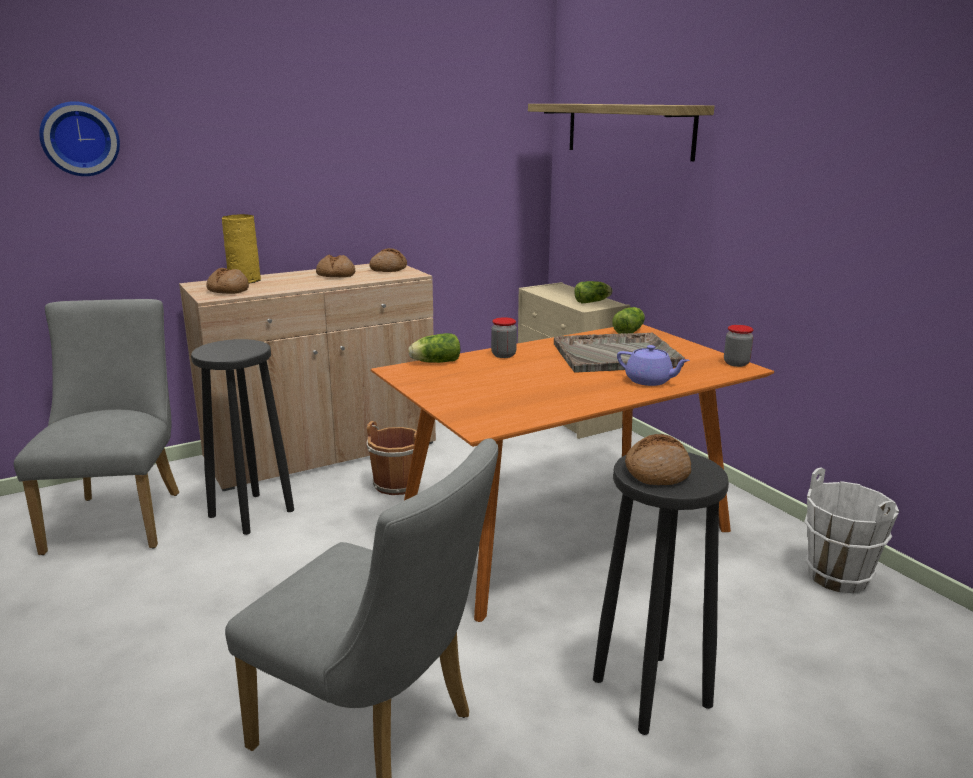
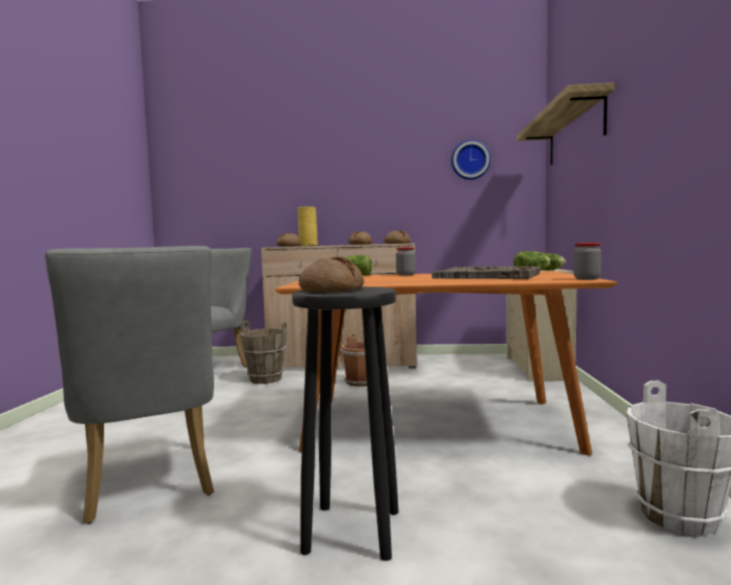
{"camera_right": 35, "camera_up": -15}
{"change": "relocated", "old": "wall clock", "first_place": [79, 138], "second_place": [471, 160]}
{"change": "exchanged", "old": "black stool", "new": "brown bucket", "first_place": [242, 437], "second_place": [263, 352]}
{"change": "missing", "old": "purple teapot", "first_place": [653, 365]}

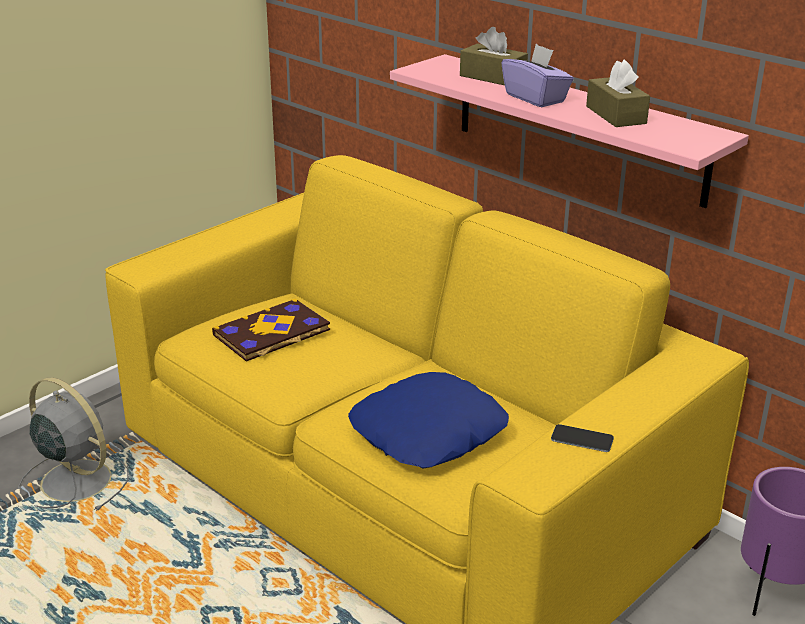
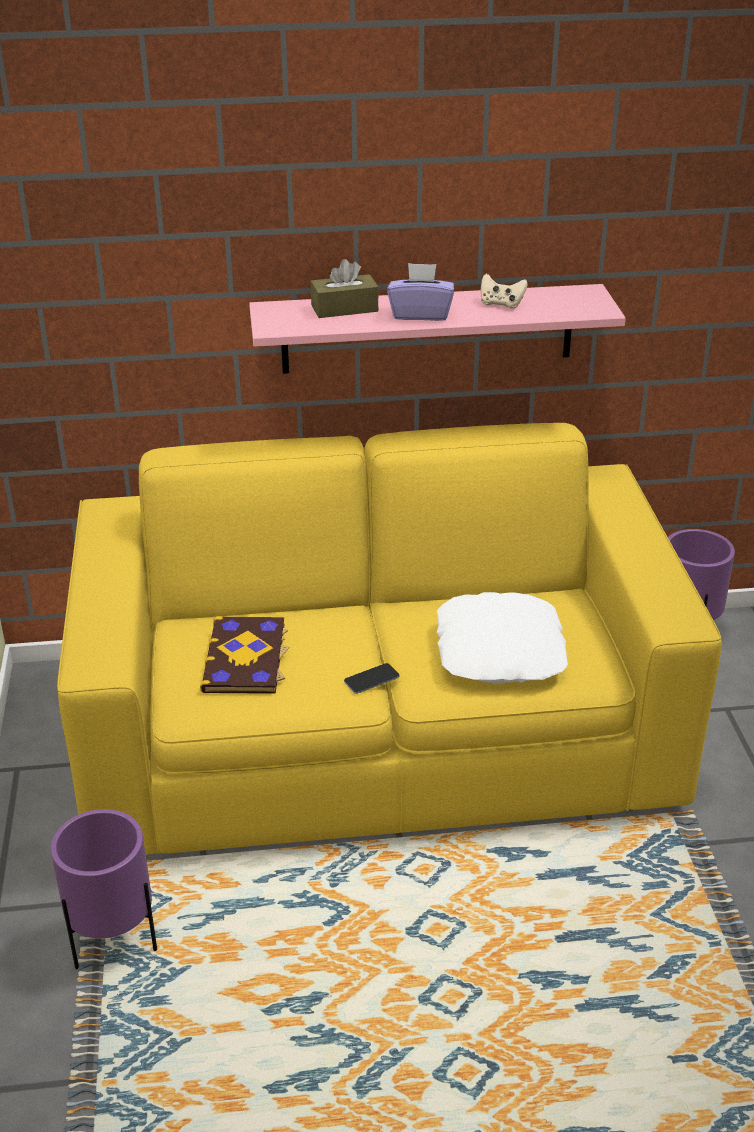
{"camera_right": -50, "camera_up": 5}
{"change": "exchanged", "old": "brown tissue box", "new": "beige game controller", "first_place": [618, 93], "second_place": [504, 291]}
{"change": "colour", "old": "blue pillow", "new": "white pillow", "first_place": [428, 420], "second_place": [502, 638]}
{"change": "exchanged", "old": "grey fan", "new": "purple planter", "first_place": [73, 444], "second_place": [104, 889]}
{"change": "relocated", "old": "phone", "first_place": [582, 438], "second_place": [371, 678]}

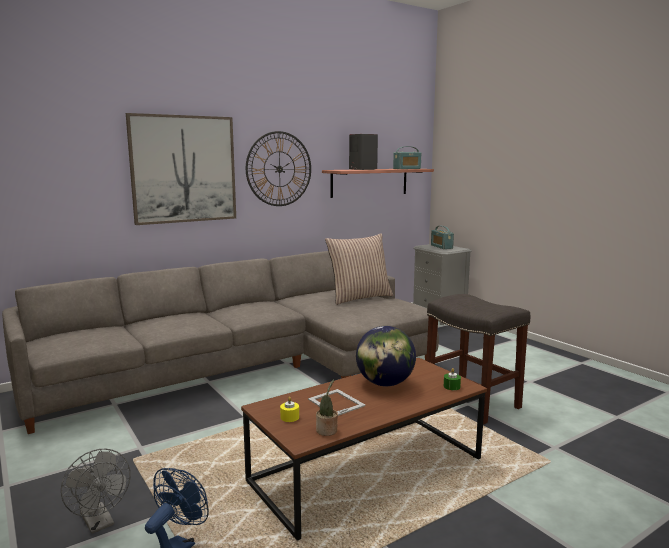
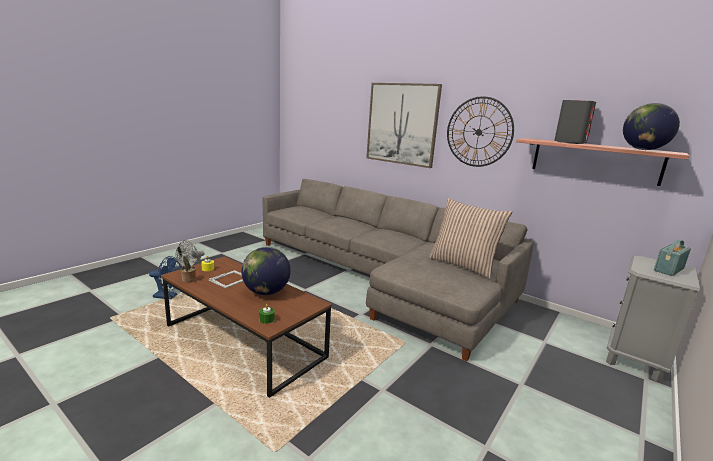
{"camera_right": 70, "camera_up": 5}
{"change": "exchanged", "old": "radio", "new": "globe", "first_place": [407, 157], "second_place": [651, 126]}
{"change": "missing", "old": "grey stool", "first_place": [478, 359]}

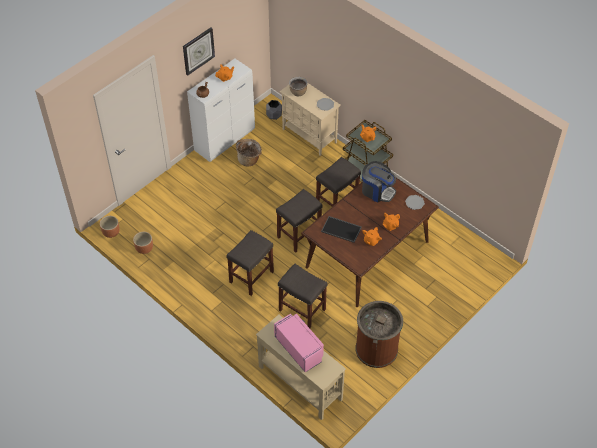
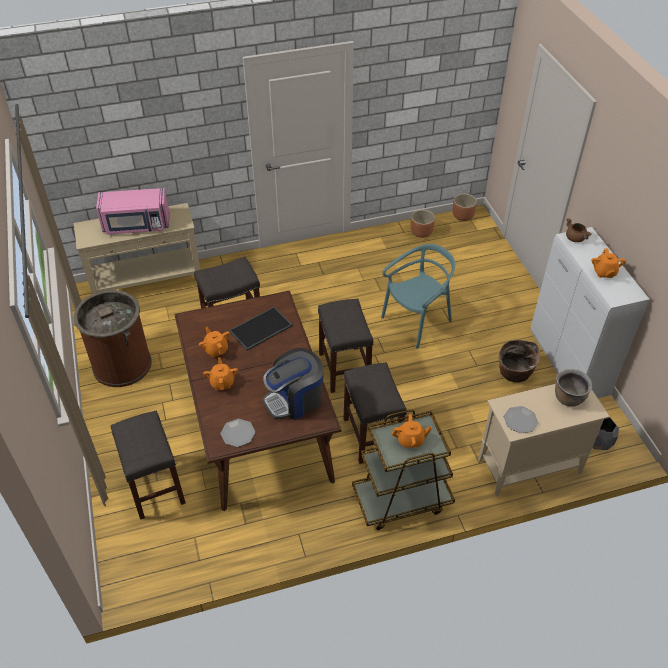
{"camera_right": 120, "camera_up": -5}
{"change": "missing", "old": "wall clock", "first_place": [199, 51]}
{"change": "relocated", "old": "grey stool", "first_place": [250, 263], "second_place": [148, 465]}
{"change": "appeared", "new": "turquoise chair", "second_place": [418, 296]}

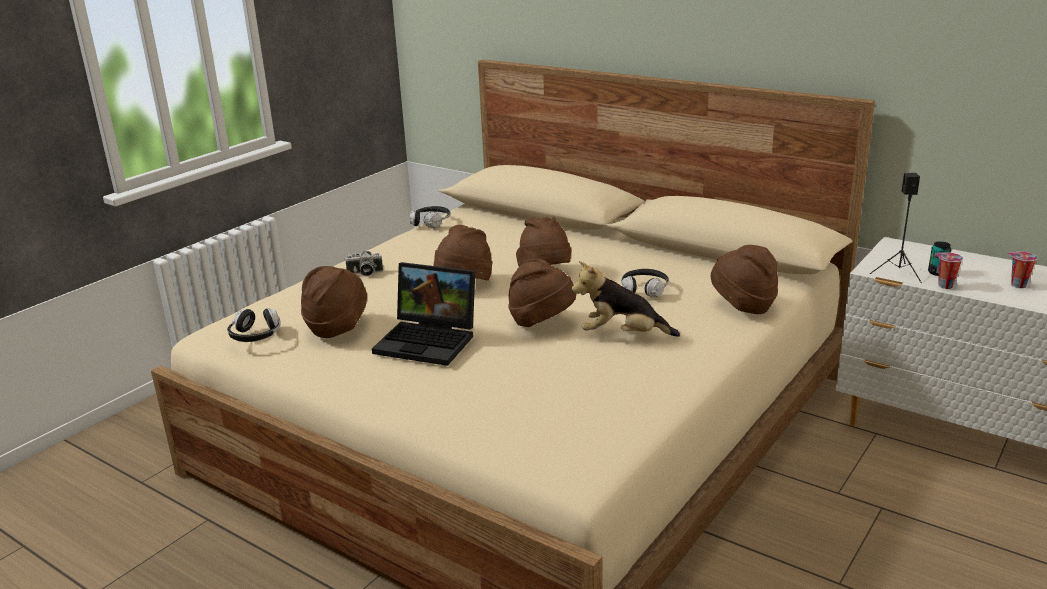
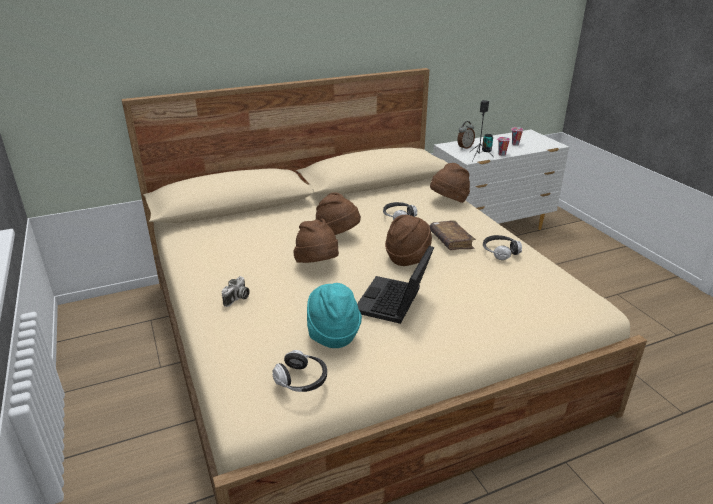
{"camera_right": -60, "camera_up": 5}
{"change": "relocated", "old": "headphones", "first_place": [430, 217], "second_place": [502, 247]}
{"change": "exchanged", "old": "plush toy", "new": "brown book", "first_place": [626, 299], "second_place": [453, 235]}
{"change": "spun", "old": "laptop", "first_place": [423, 314], "second_place": [395, 284], "degrees": 150}
{"change": "colour", "old": "brown hat", "new": "turquoise hat", "first_place": [334, 302], "second_place": [334, 315]}
{"change": "appeared", "new": "alarm clock", "second_place": [466, 135]}

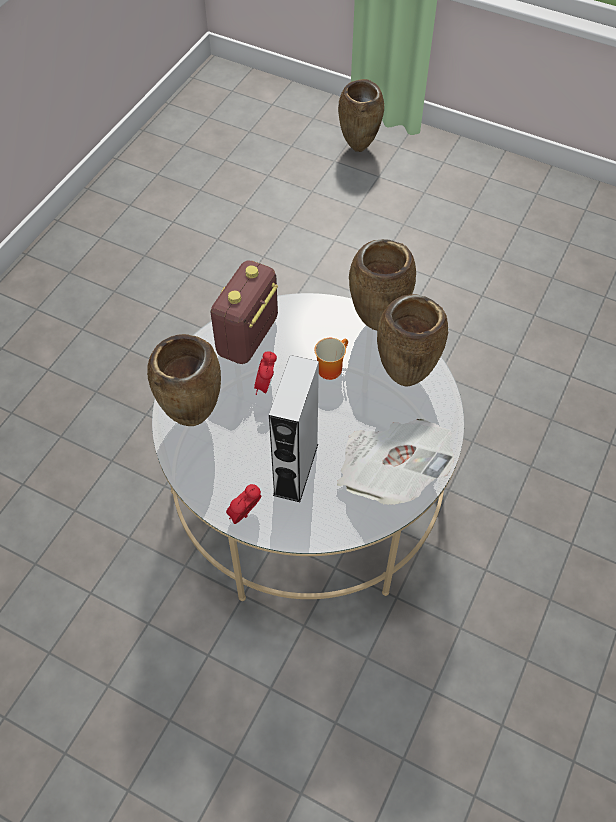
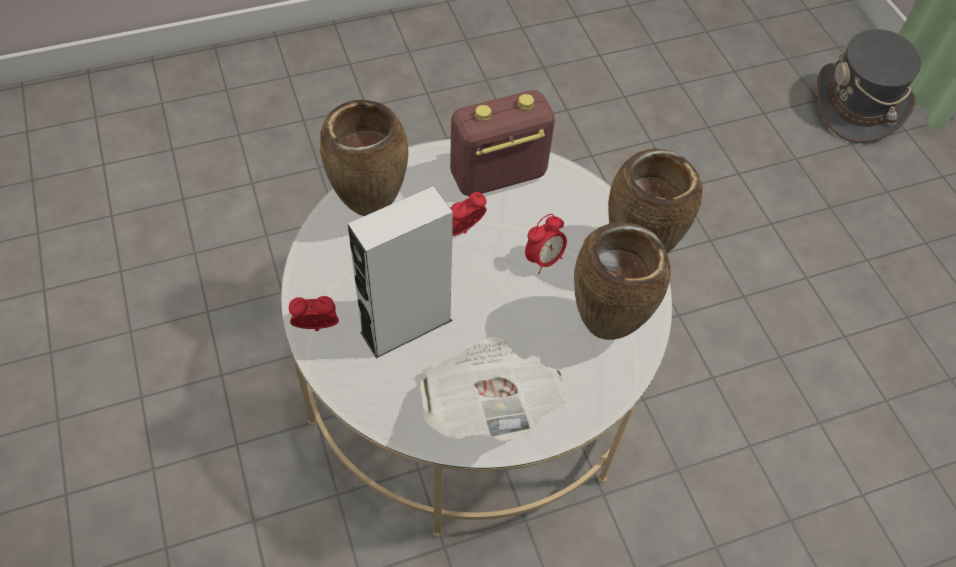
{"camera_right": 40, "camera_up": 0}
{"change": "exchanged", "old": "brown vase", "new": "grey hat", "first_place": [361, 115], "second_place": [869, 86]}
{"change": "exchanged", "old": "mug", "new": "alarm clock", "first_place": [331, 359], "second_place": [546, 244]}

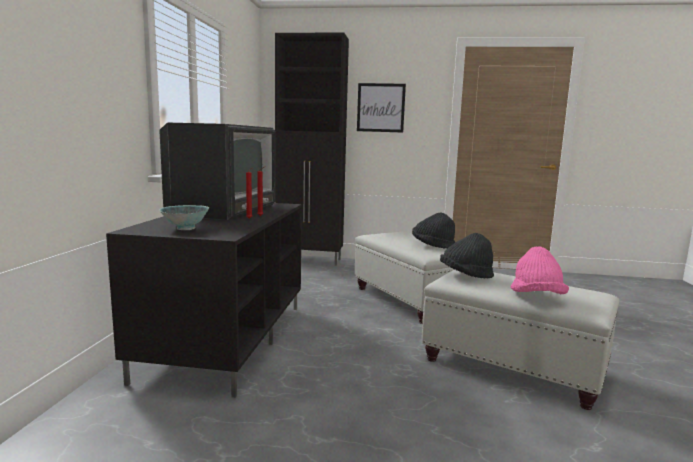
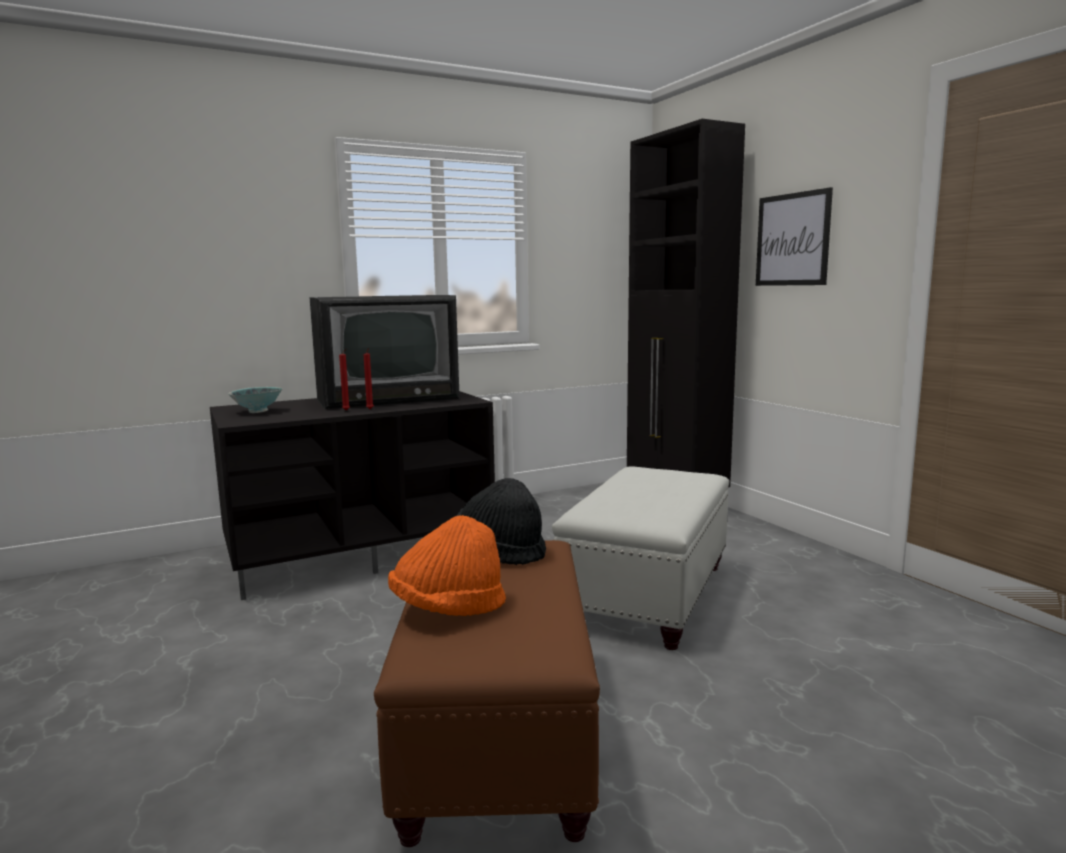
{"camera_right": 55, "camera_up": 0}
{"change": "missing", "old": "black hat", "first_place": [433, 231]}
{"change": "colour", "old": "pink hat", "new": "orange hat", "first_place": [540, 270], "second_place": [447, 565]}
{"change": "colour", "old": "white ottoman", "new": "brown ottoman", "first_place": [520, 339], "second_place": [487, 693]}

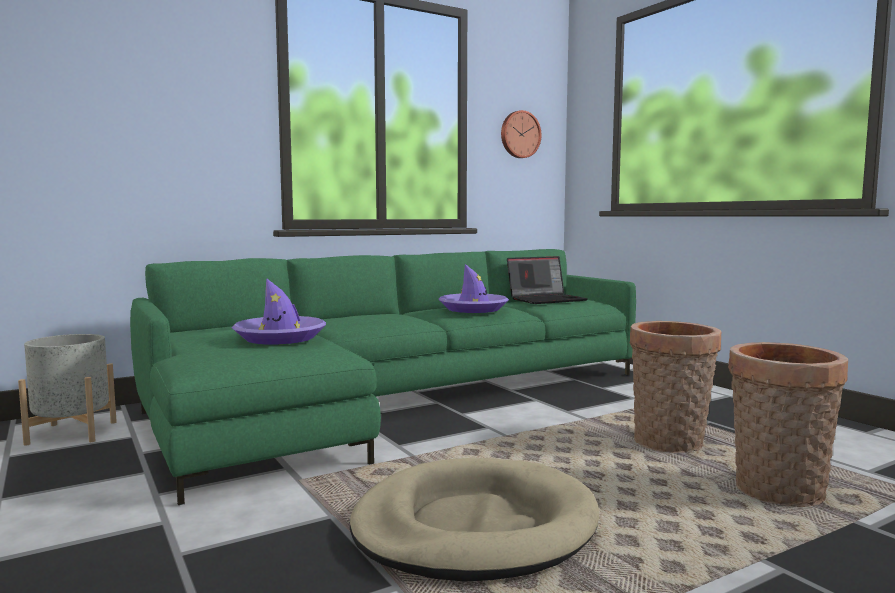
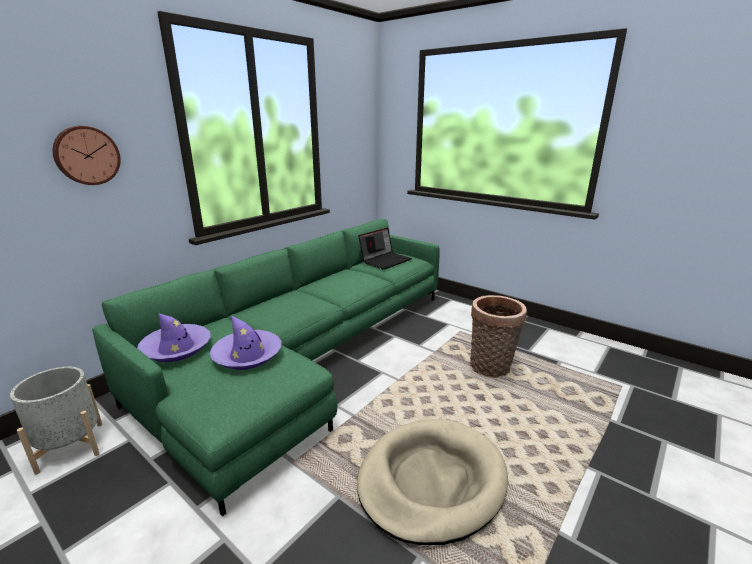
{"camera_right": -20, "camera_up": 15}
{"change": "relocated", "old": "wall clock", "first_place": [521, 134], "second_place": [87, 155]}
{"change": "relocated", "old": "purple hat", "first_place": [474, 288], "second_place": [174, 337]}
{"change": "missing", "old": "basket", "first_place": [788, 424]}

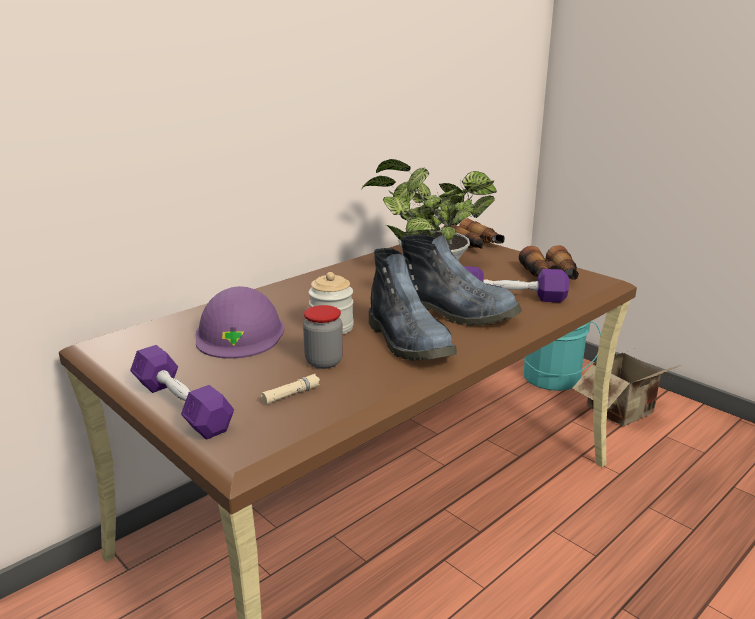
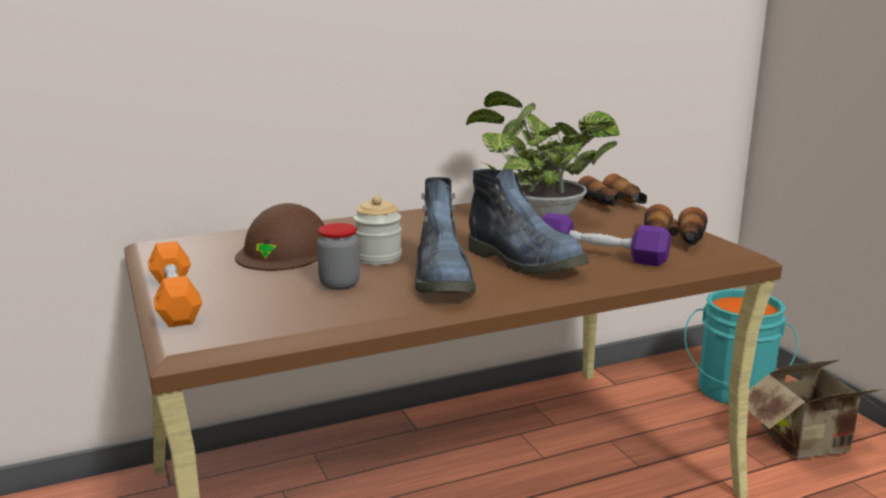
{"camera_right": 20, "camera_up": -5}
{"change": "colour", "old": "purple hard hat", "new": "brown hard hat", "first_place": [239, 322], "second_place": [279, 237]}
{"change": "colour", "old": "purple dumbbell", "new": "orange dumbbell", "first_place": [182, 392], "second_place": [175, 284]}
{"change": "missing", "old": "beige flashlight", "first_place": [290, 389]}

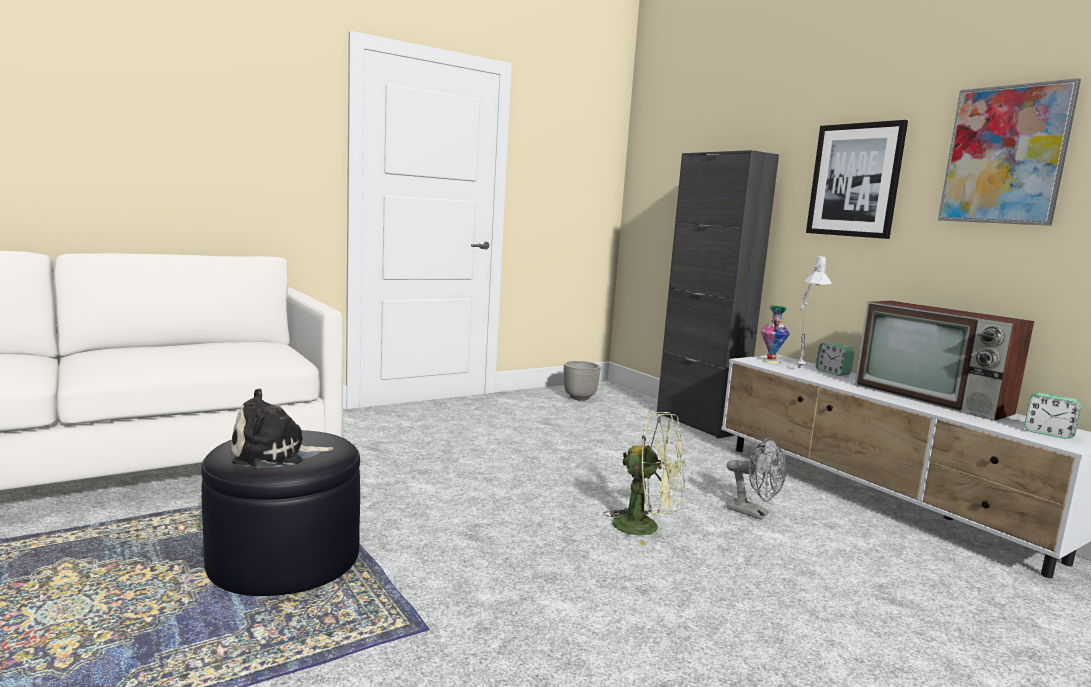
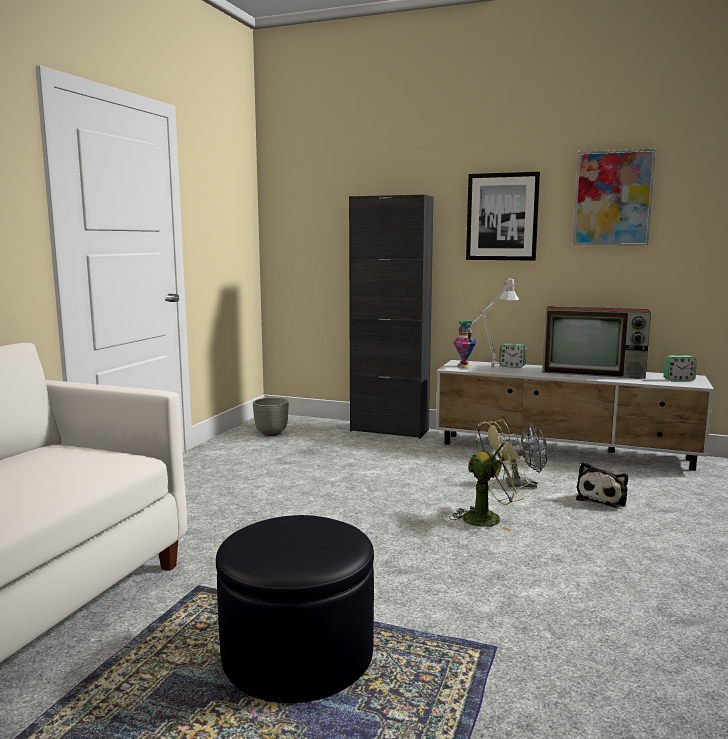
{"camera_right": -35, "camera_up": 0}
{"change": "relocated", "old": "plush toy", "first_place": [282, 428], "second_place": [602, 485]}

